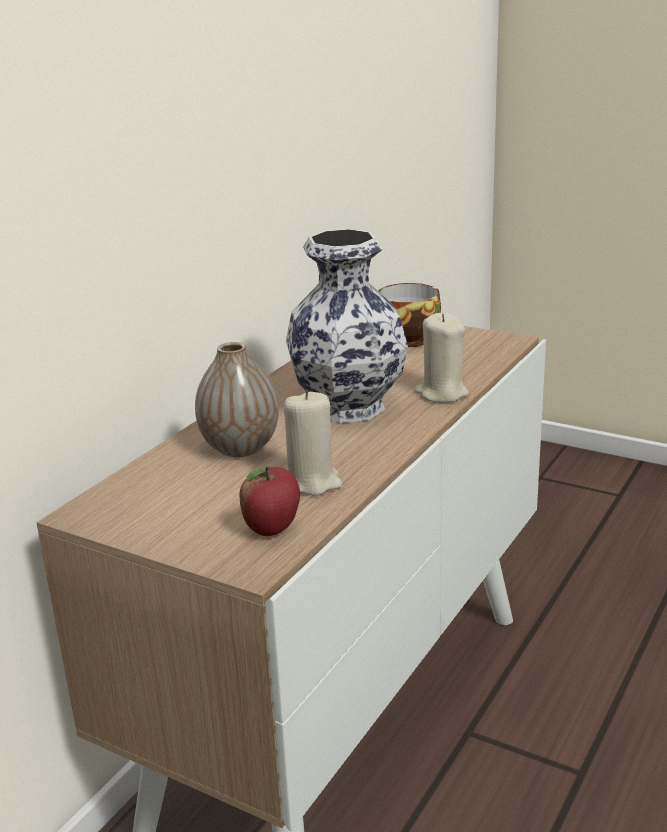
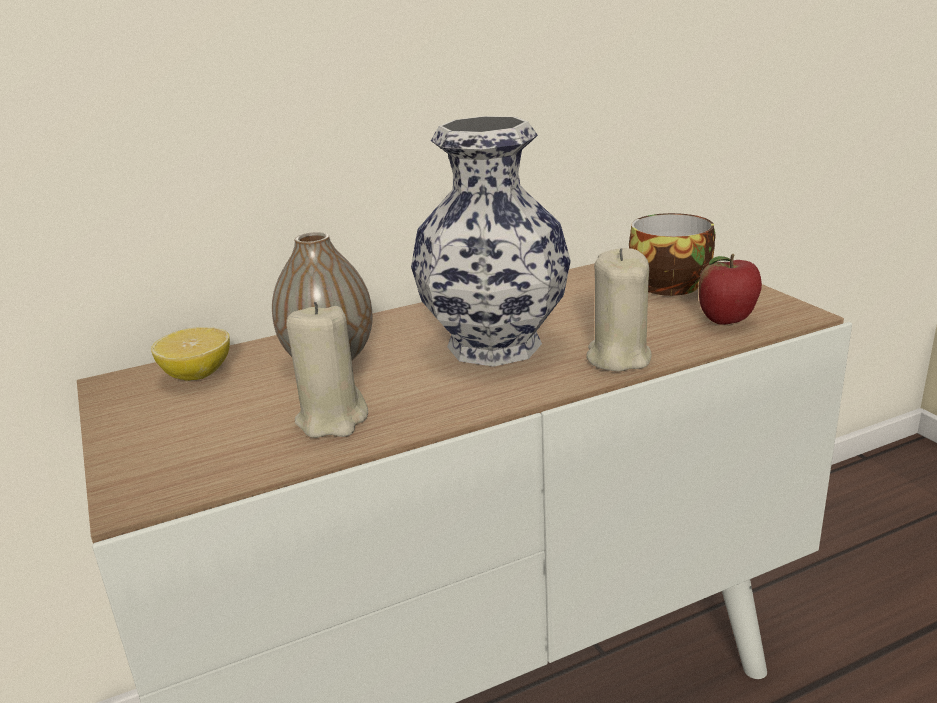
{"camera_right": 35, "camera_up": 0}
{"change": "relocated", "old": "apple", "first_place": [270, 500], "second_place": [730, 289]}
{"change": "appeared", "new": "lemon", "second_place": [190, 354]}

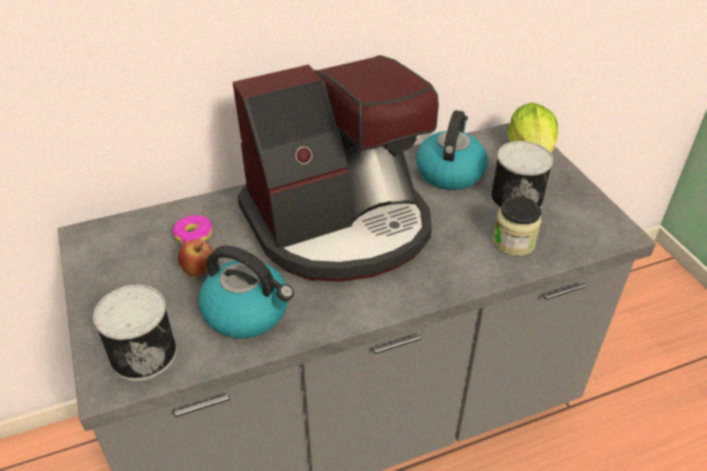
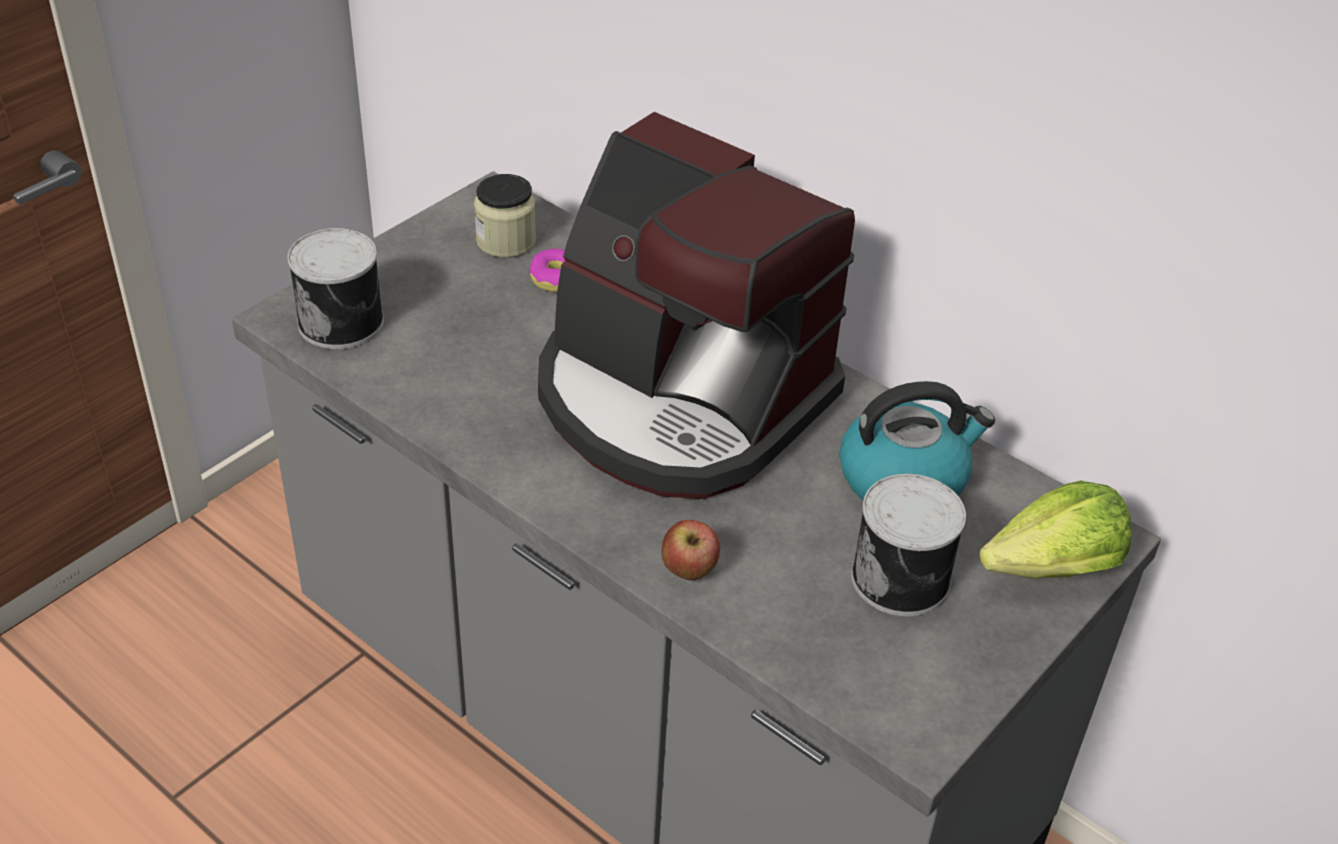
{"camera_right": 60, "camera_up": 0}
{"change": "relocated", "old": "jar", "first_place": [517, 226], "second_place": [505, 216]}
{"change": "relocated", "old": "apple", "first_place": [195, 258], "second_place": [690, 550]}
{"change": "missing", "old": "kettle", "first_place": [246, 292]}

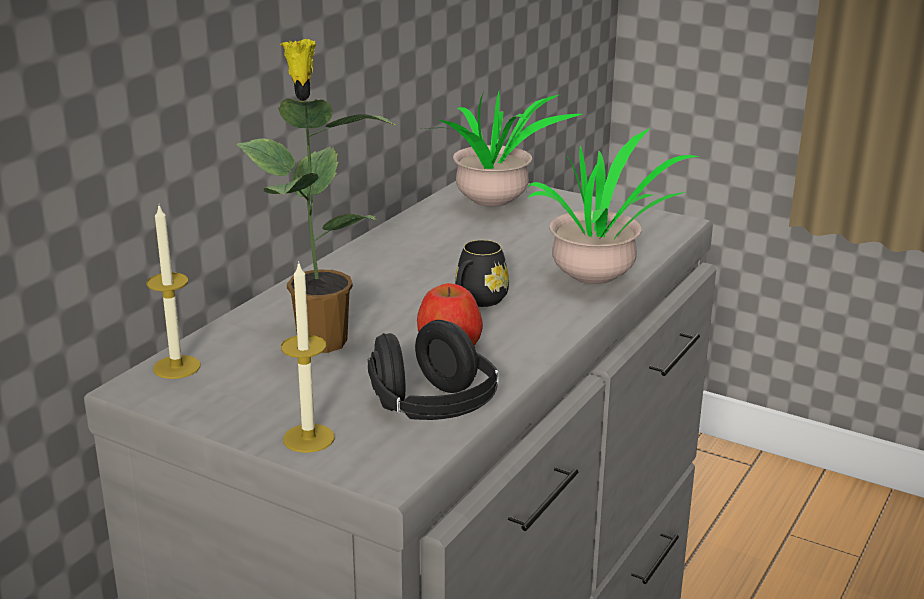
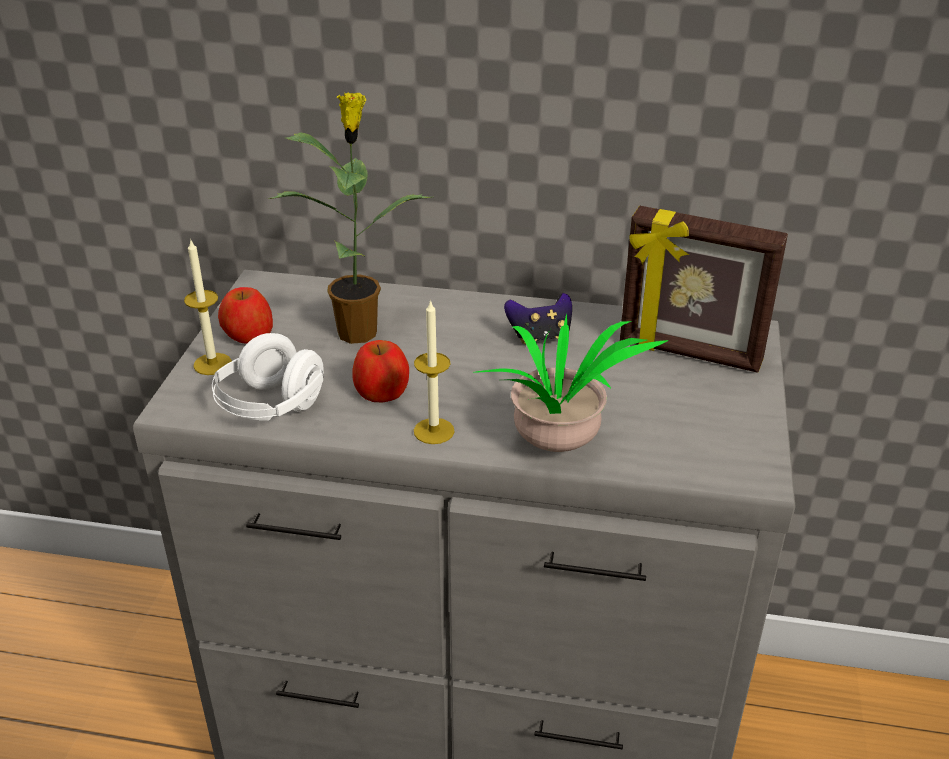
{"camera_right": 70, "camera_up": 10}
{"change": "exchanged", "old": "potted plant", "new": "picture frame", "first_place": [503, 149], "second_place": [704, 289]}
{"change": "relocated", "old": "candle", "first_place": [173, 292], "second_place": [434, 371]}
{"change": "missing", "old": "black mug", "first_place": [482, 273]}
{"change": "colour", "old": "black headphones", "new": "white headphones", "first_place": [433, 370], "second_place": [268, 377]}
{"change": "appeared", "new": "apple", "second_place": [245, 315]}
{"change": "appeared", "new": "game controller", "second_place": [538, 318]}

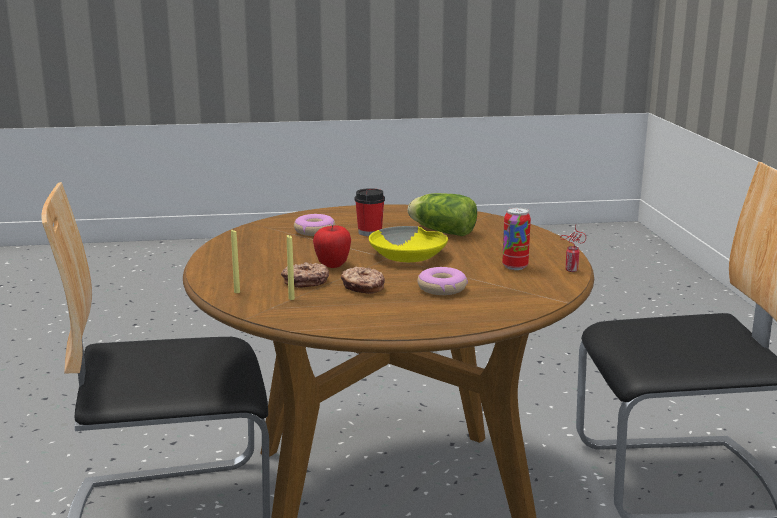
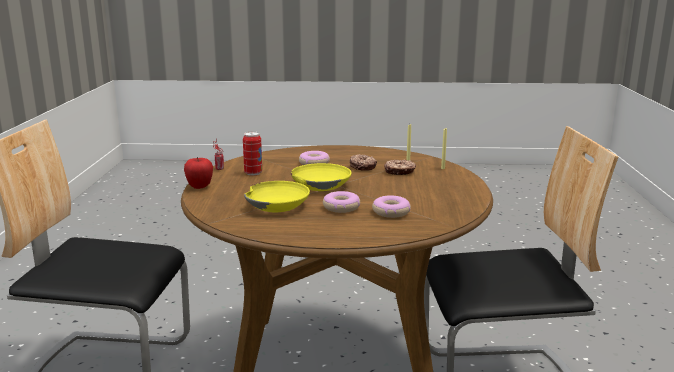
{"camera_right": -170, "camera_up": 0}
{"change": "exchanged", "old": "cup", "new": "donut", "first_place": [370, 212], "second_place": [341, 202]}
{"change": "exchanged", "old": "lettuce", "new": "yellow bowl", "first_place": [442, 214], "second_place": [277, 196]}
{"change": "relocated", "old": "apple", "first_place": [332, 246], "second_place": [198, 173]}

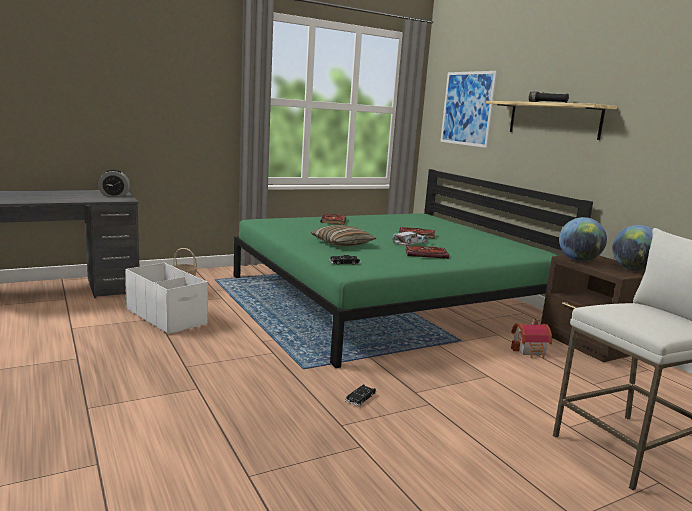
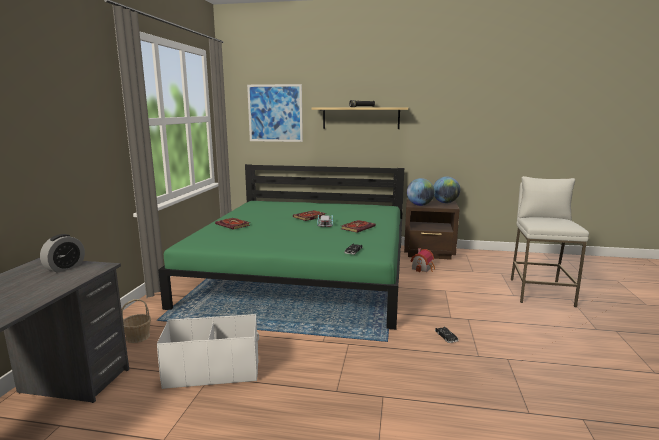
{"camera_right": -50, "camera_up": 0}
{"change": "missing", "old": "pillow", "first_place": [343, 235]}

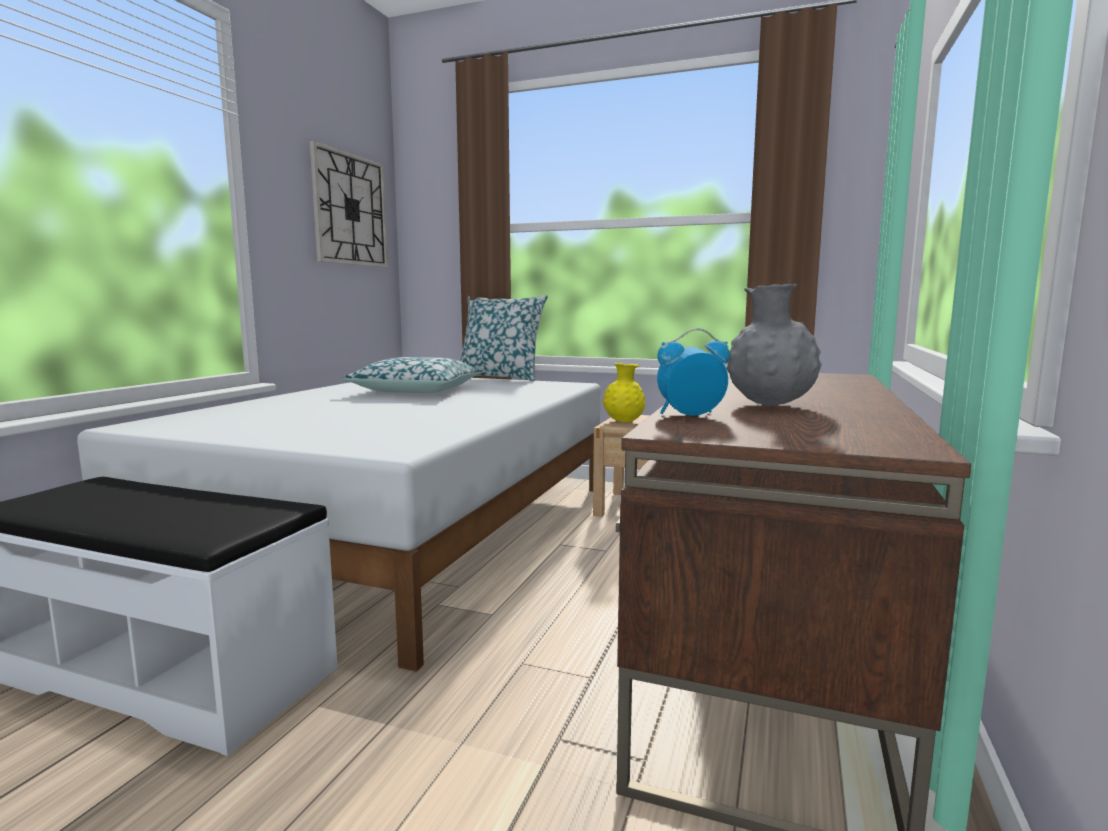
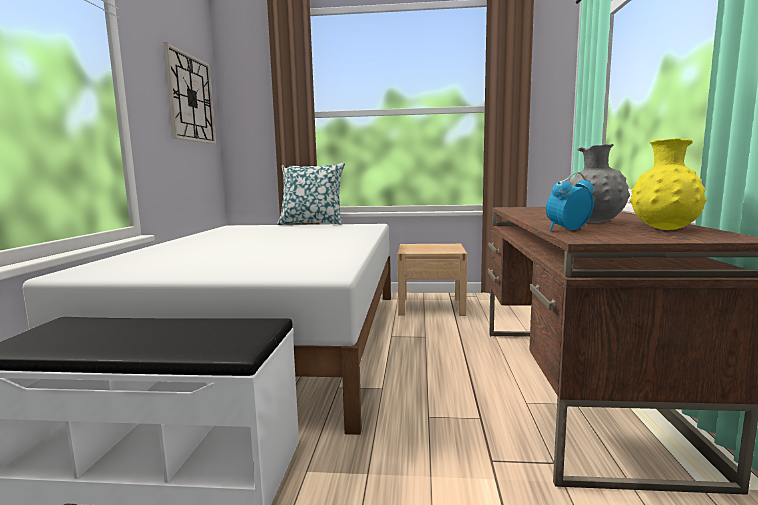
{"camera_right": -15, "camera_up": 0}
{"change": "missing", "old": "pillow", "first_place": [412, 375]}
{"change": "relocated", "old": "yellow vase", "first_place": [624, 392], "second_place": [668, 184]}

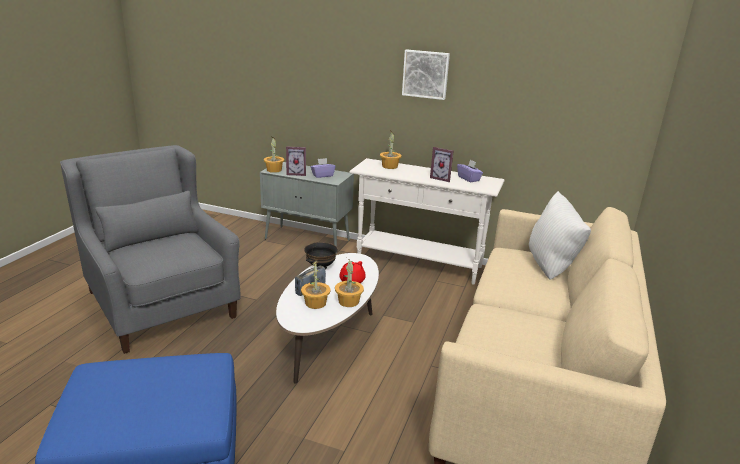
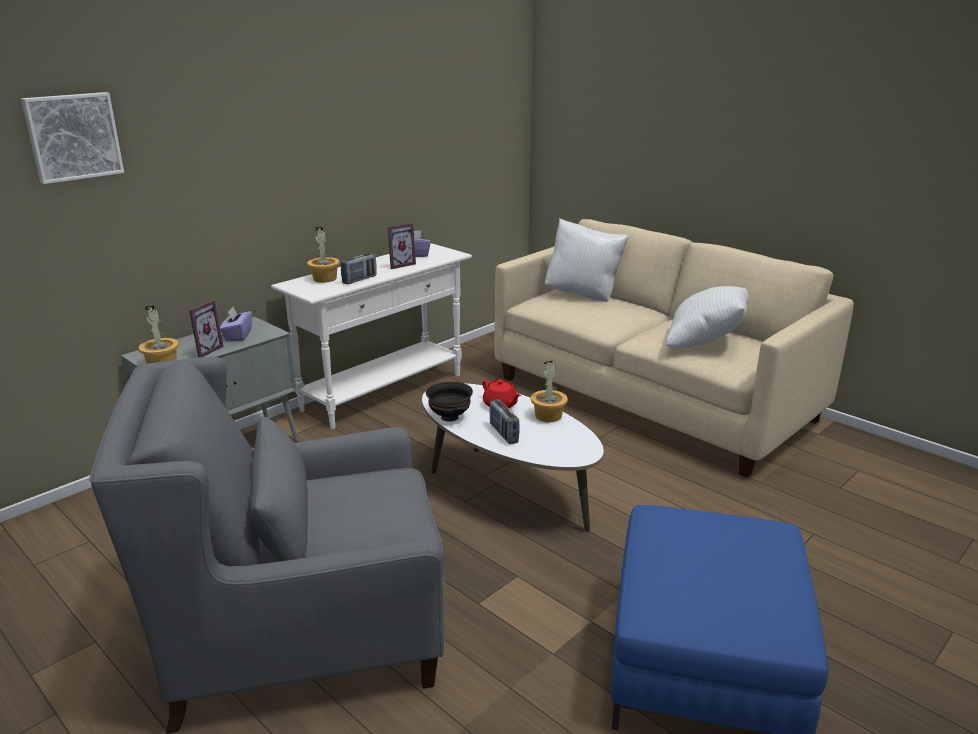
{"camera_right": -65, "camera_up": 0}
{"change": "relocated", "old": "picture", "first_place": [426, 74], "second_place": [72, 138]}
{"change": "missing", "old": "potted plant", "first_place": [316, 284]}
{"change": "appeared", "new": "radio", "second_place": [359, 268]}
{"change": "appeared", "new": "white pillow", "second_place": [707, 317]}

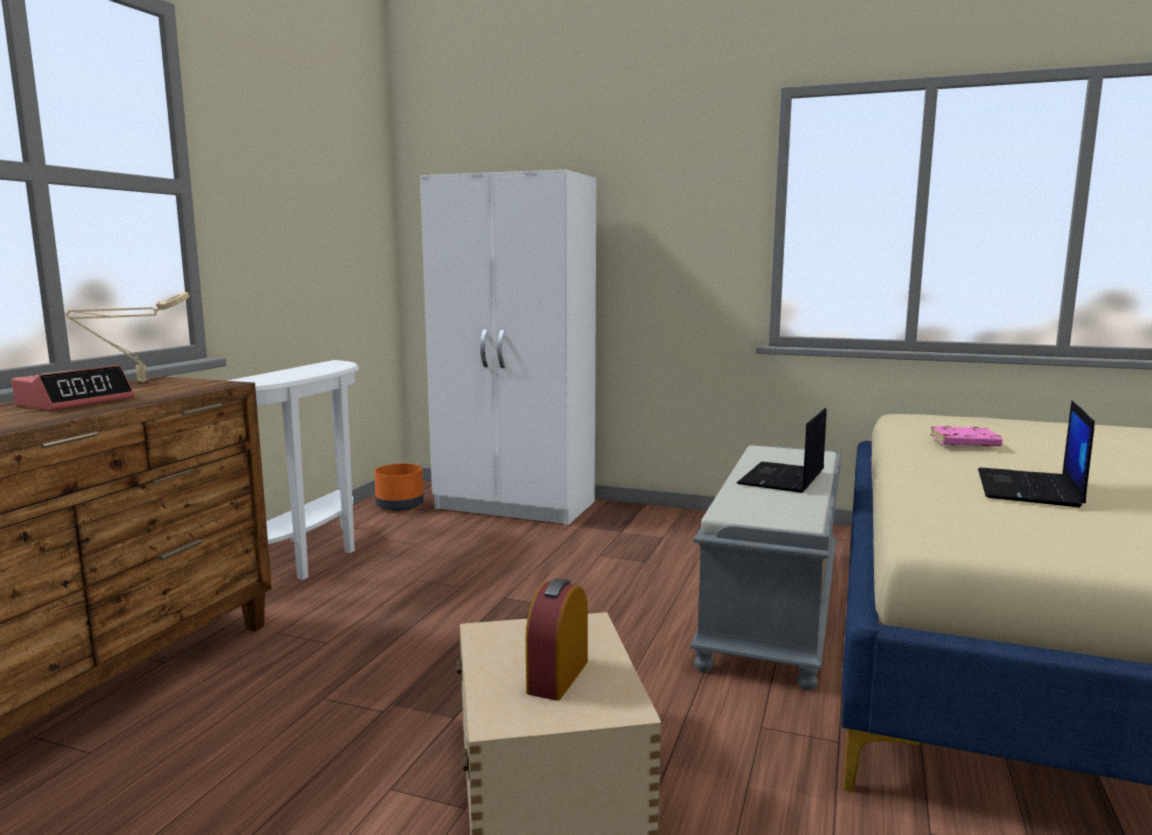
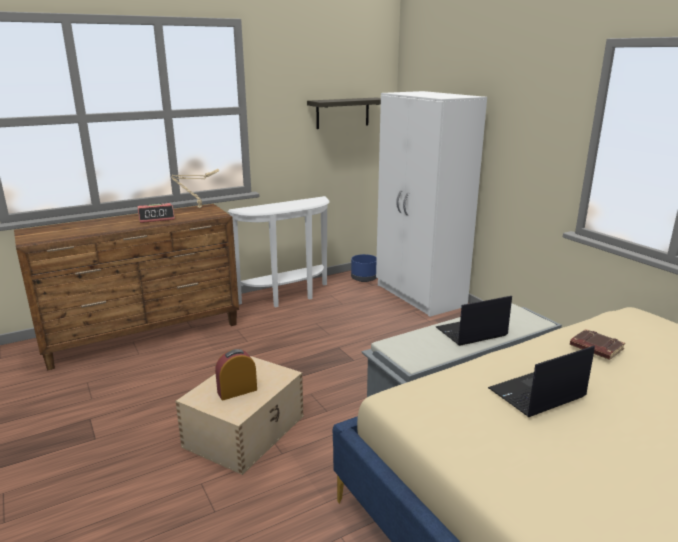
{"camera_right": 40, "camera_up": 10}
{"change": "colour", "old": "pink book", "new": "brown book", "first_place": [966, 436], "second_place": [597, 344]}
{"change": "colour", "old": "orange planter", "new": "blue planter", "first_place": [399, 487], "second_place": [364, 268]}
{"change": "appeared", "new": "shelf", "second_place": [344, 113]}

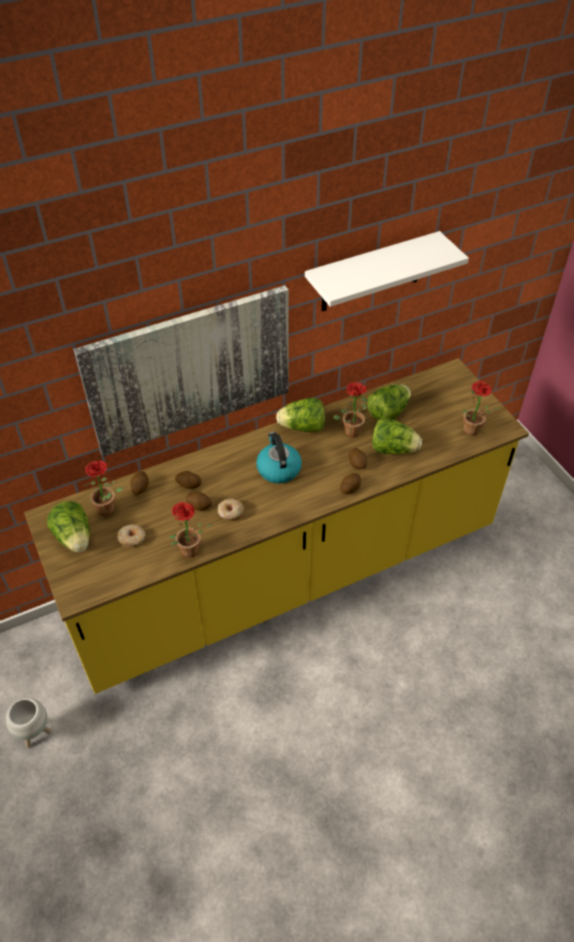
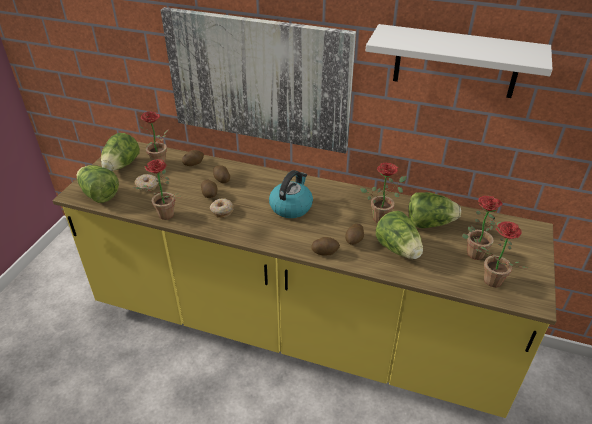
{"camera_right": 45, "camera_up": -10}
{"change": "relocated", "old": "lettuce", "first_place": [300, 414], "second_place": [98, 184]}
{"change": "missing", "old": "white planter", "first_place": [28, 723]}
{"change": "appeared", "new": "potted plant", "second_place": [482, 228]}

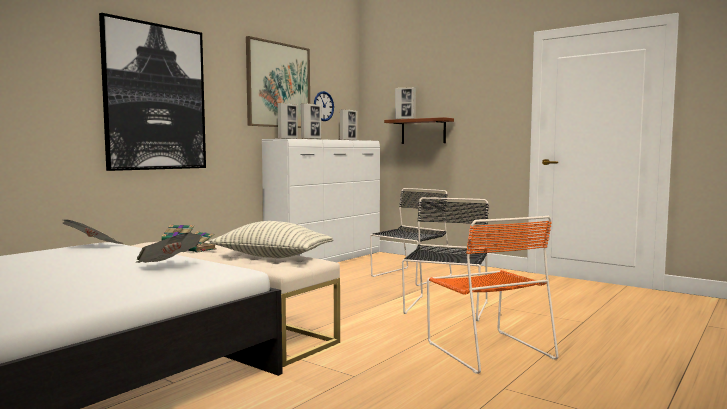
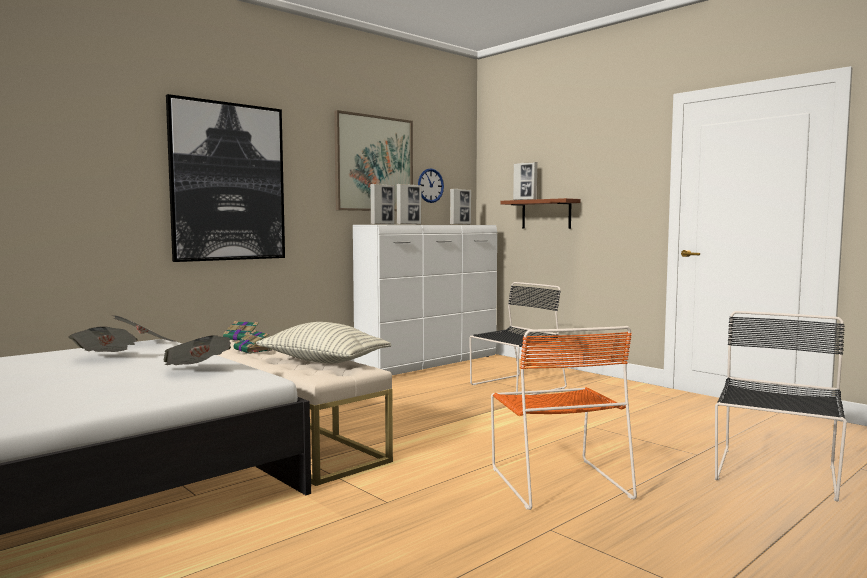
{"camera_right": 10, "camera_up": 0}
{"change": "relocated", "old": "black chair", "first_place": [445, 259], "second_place": [781, 406]}
{"change": "appeared", "new": "newspaper", "second_place": [103, 339]}

